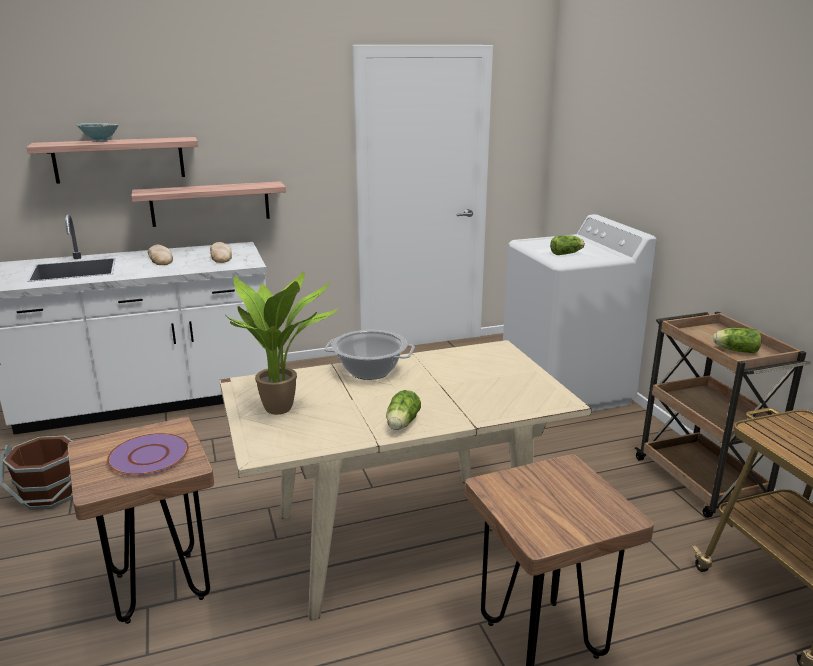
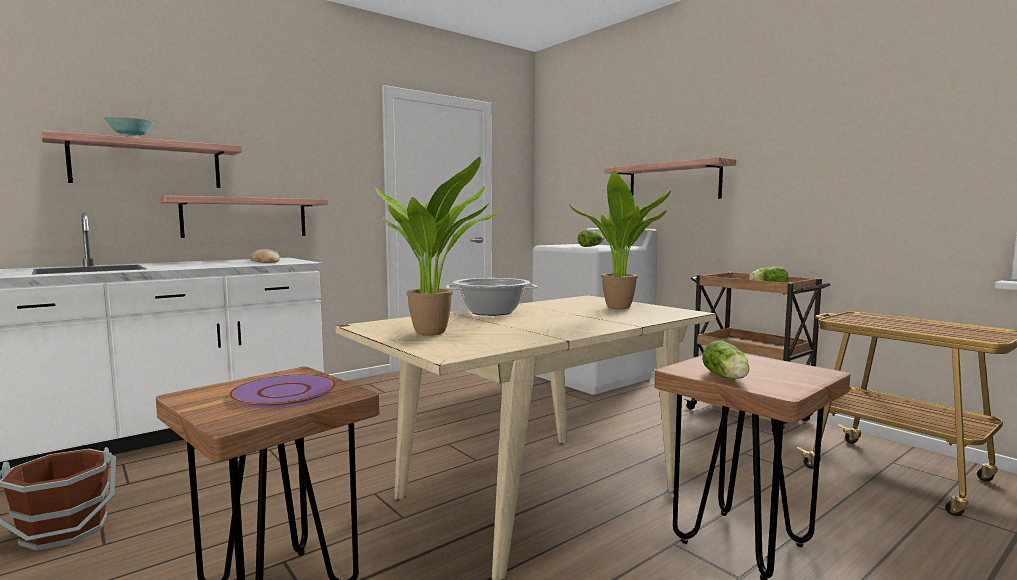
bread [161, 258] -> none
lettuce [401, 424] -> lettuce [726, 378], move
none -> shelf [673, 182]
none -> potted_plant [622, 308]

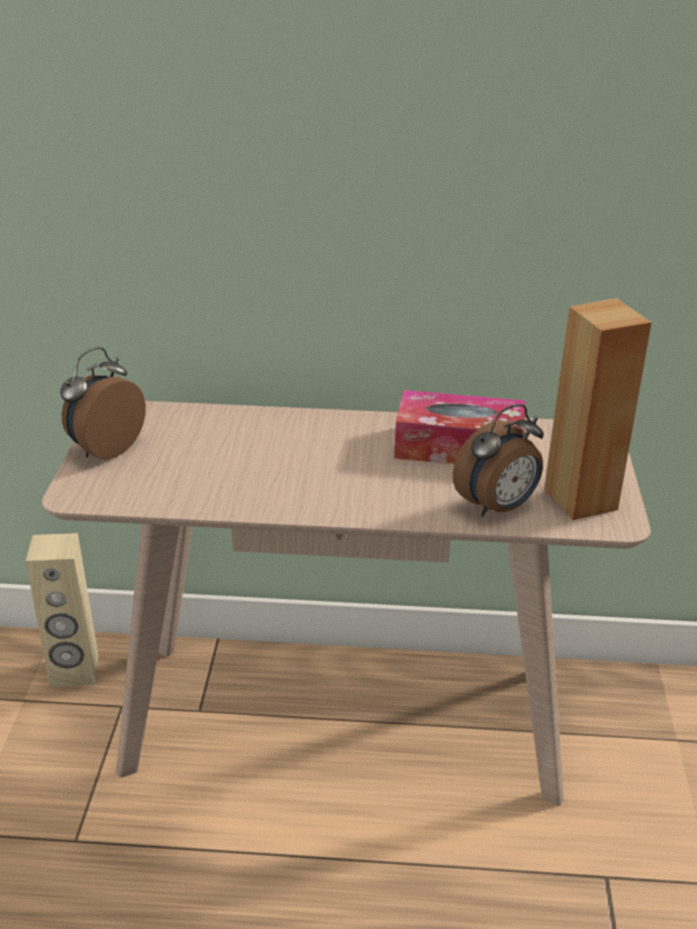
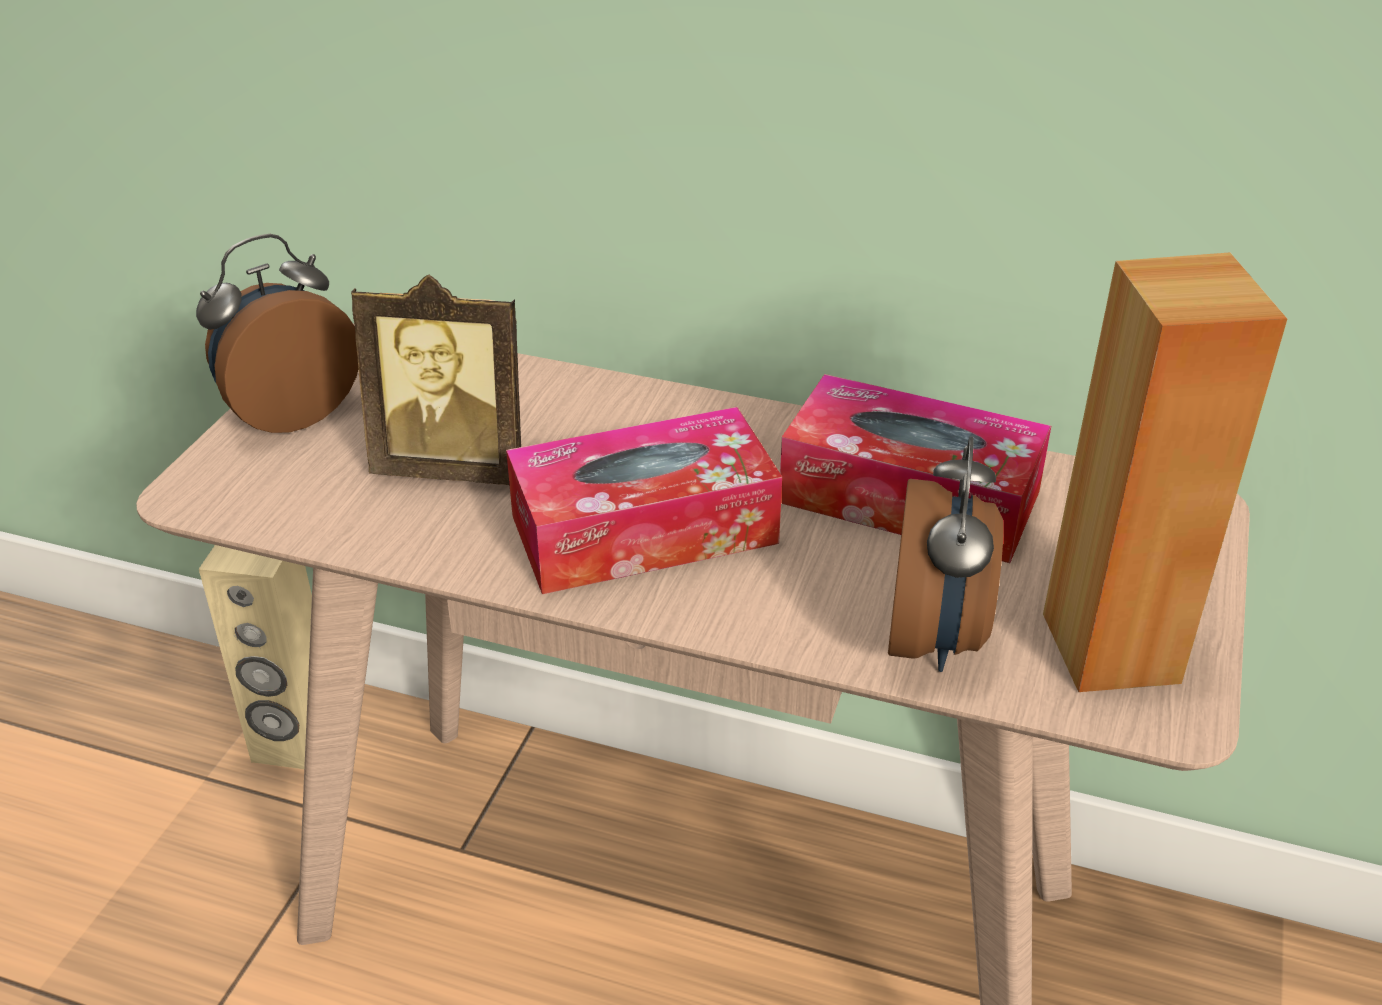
alarm_clock [498, 507] -> alarm_clock [937, 638], 60 degrees counterclockwise
none -> picture_frame [455, 465]
none -> tissue_box [644, 530]

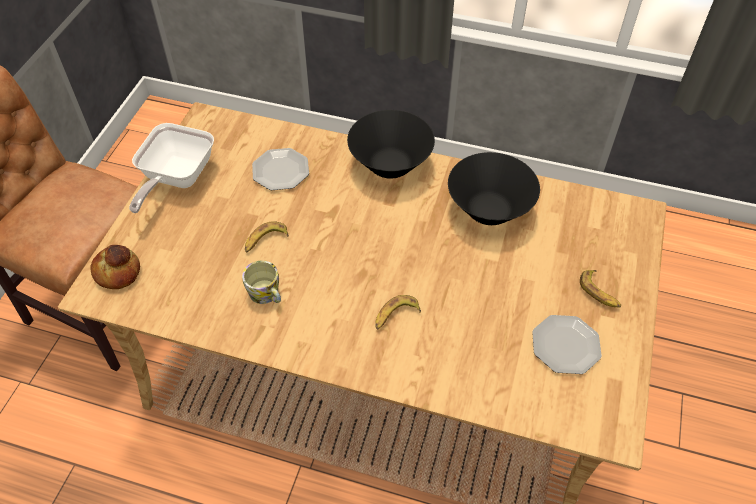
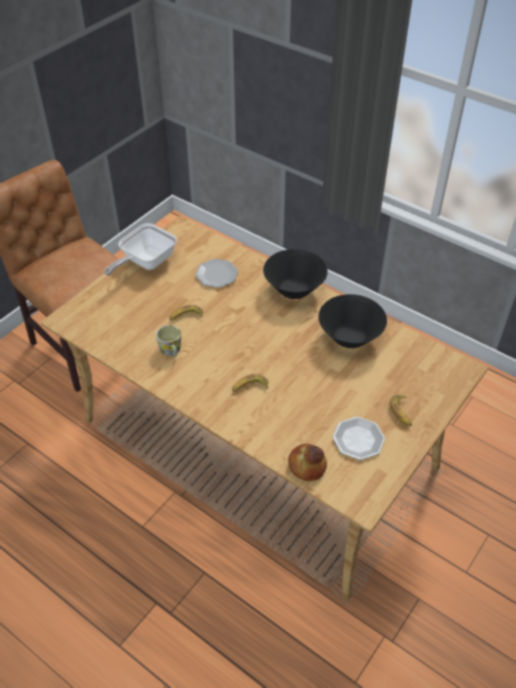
bread [117, 272] -> bread [306, 465], move

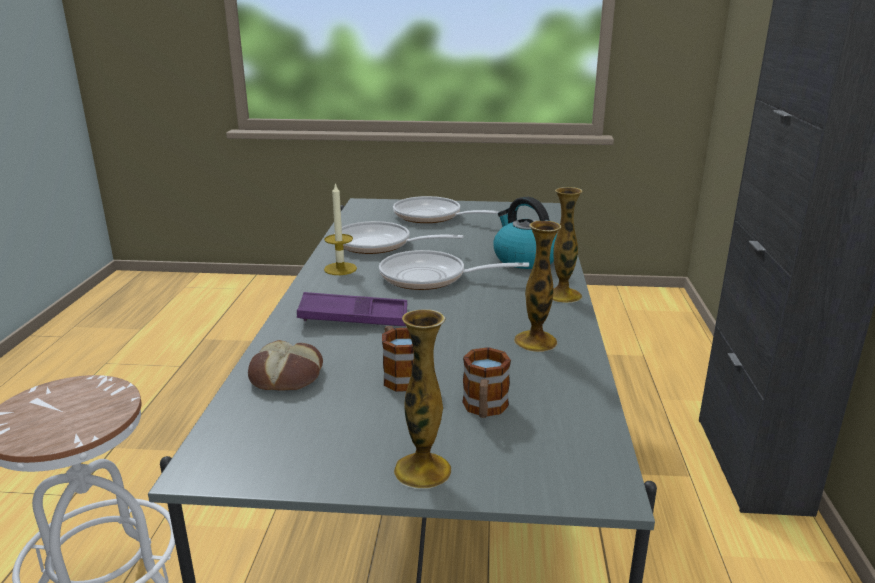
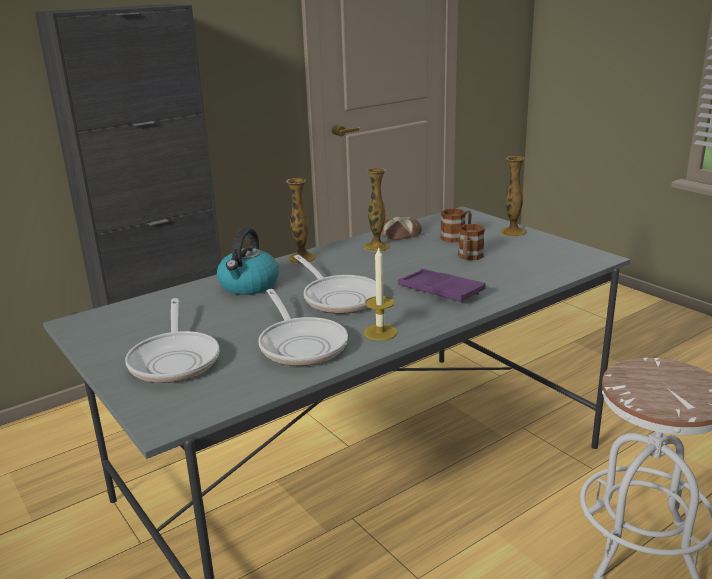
bread [288, 375] -> bread [400, 234], move

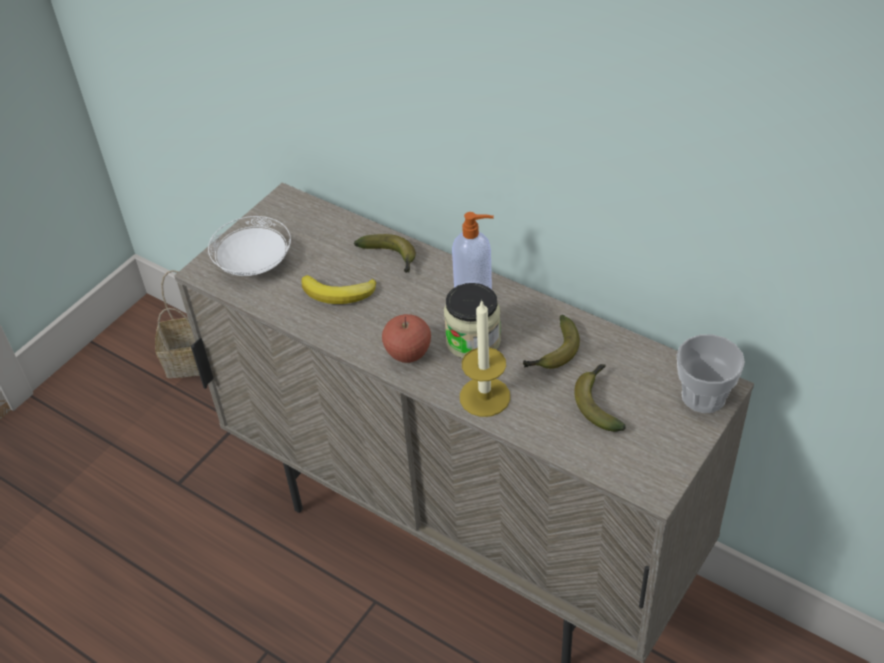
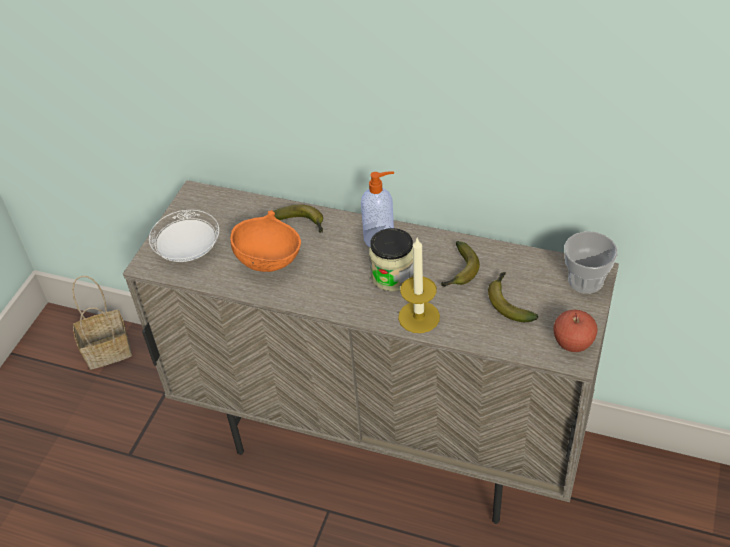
banana [339, 293] -> orange_bowl [269, 260]
apple [408, 354] -> apple [573, 343], move

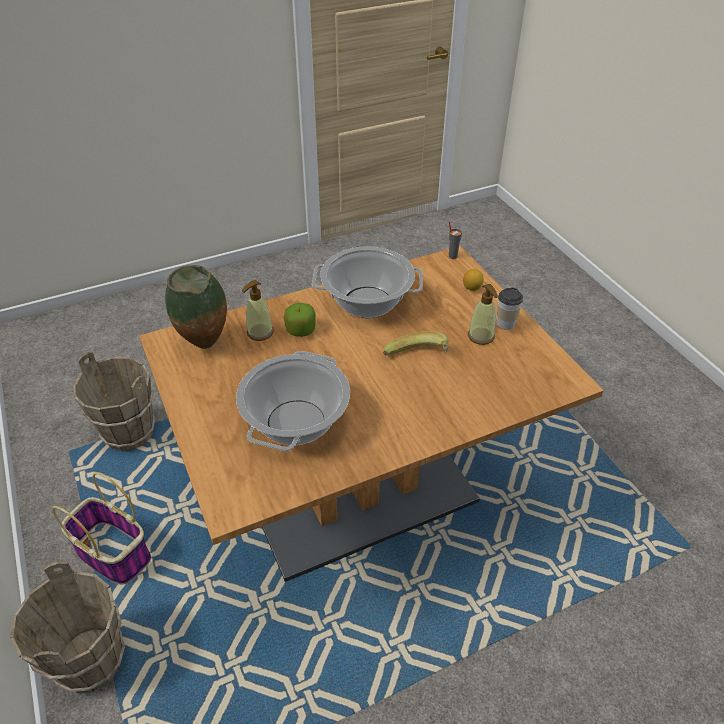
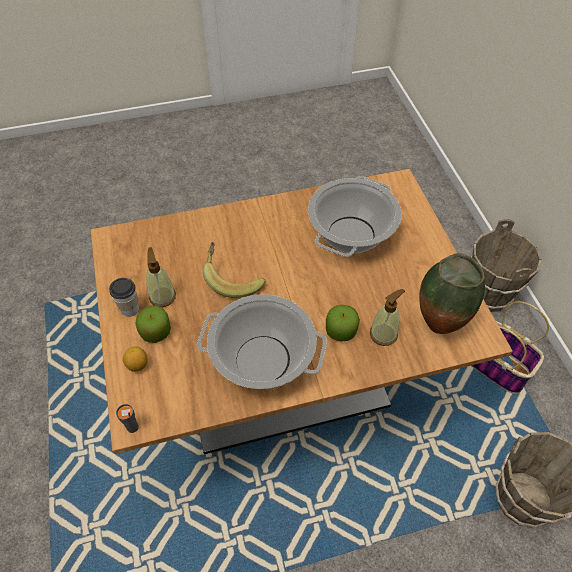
none -> apple [156, 332]

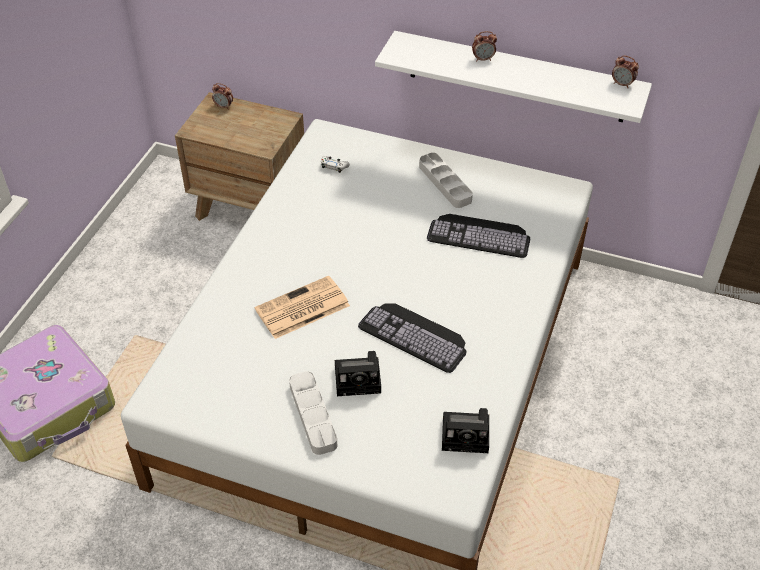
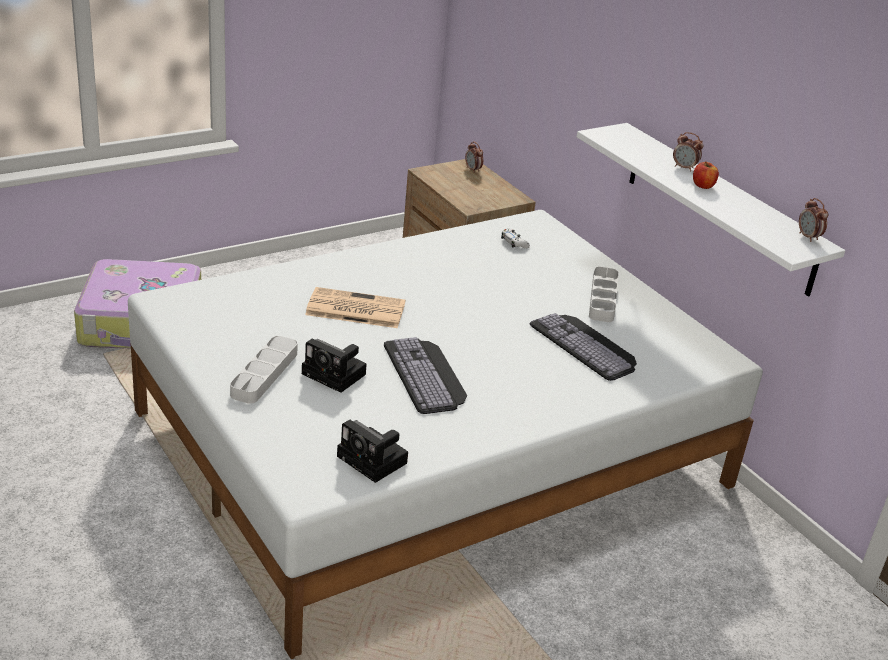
none -> apple [703, 186]

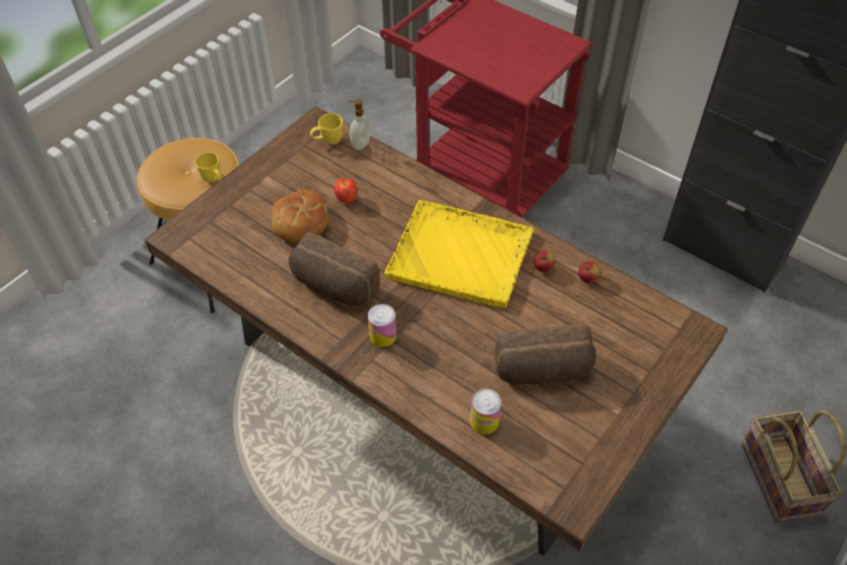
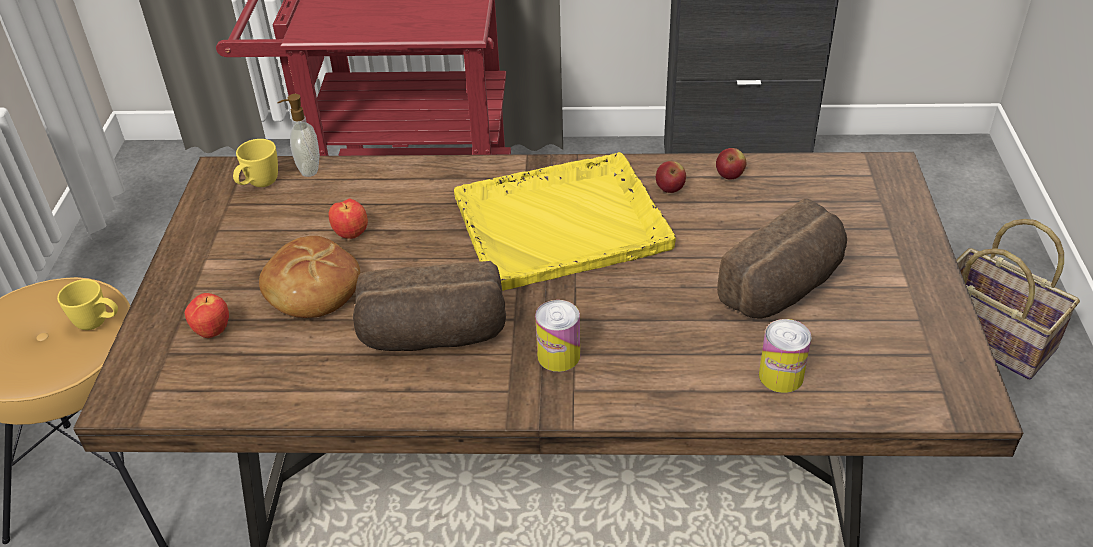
none -> apple [213, 331]

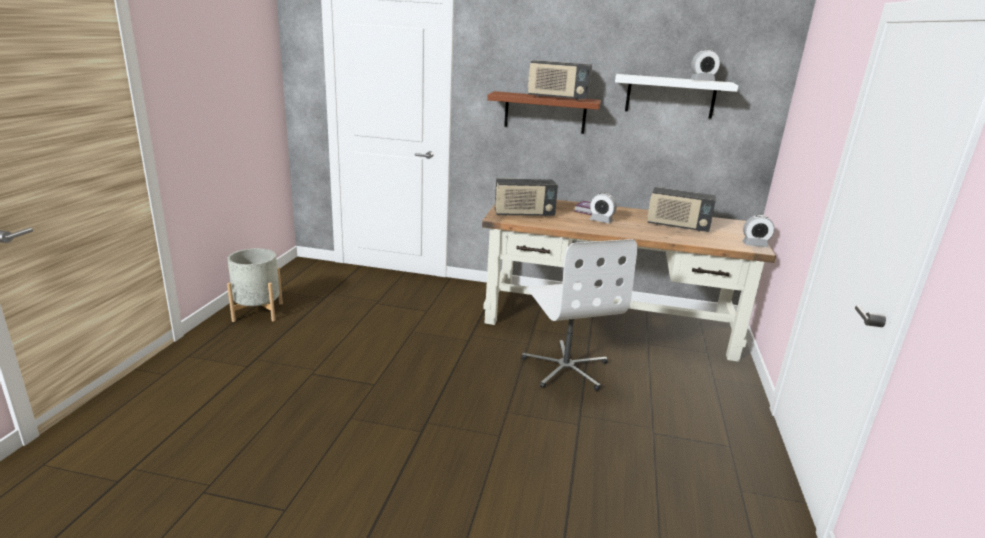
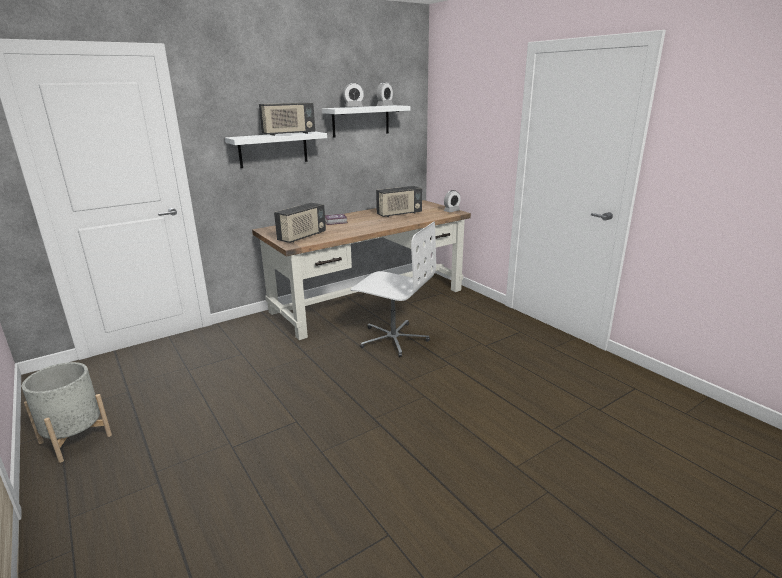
brown_shelf [545, 112] -> white_shelf [273, 149]
alarm_clock [601, 221] -> alarm_clock [354, 107], move

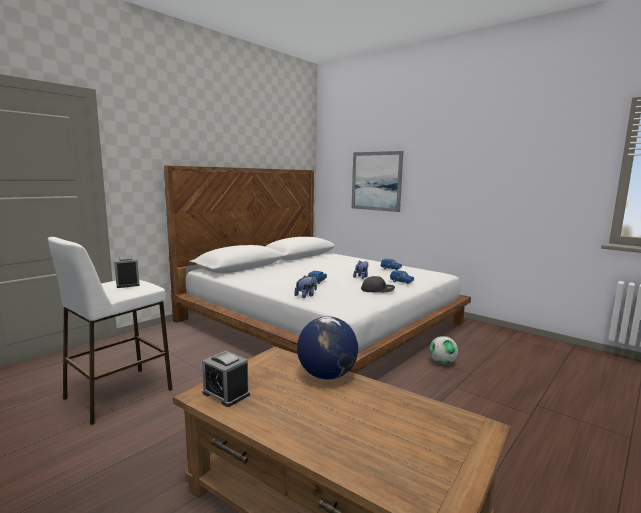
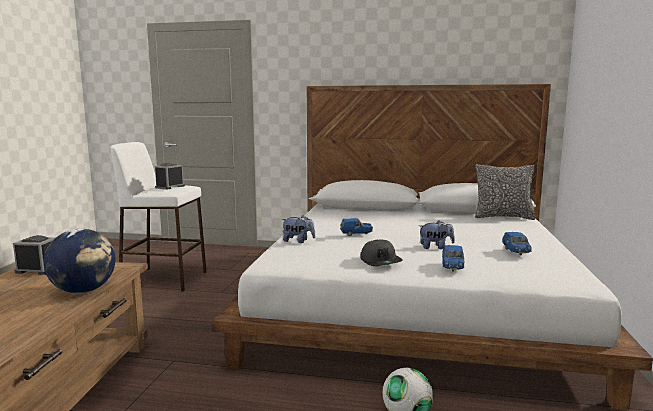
picture [376, 181] -> none
alarm_clock [226, 394] -> alarm_clock [38, 270], 90 degrees clockwise
none -> pillow [503, 217]

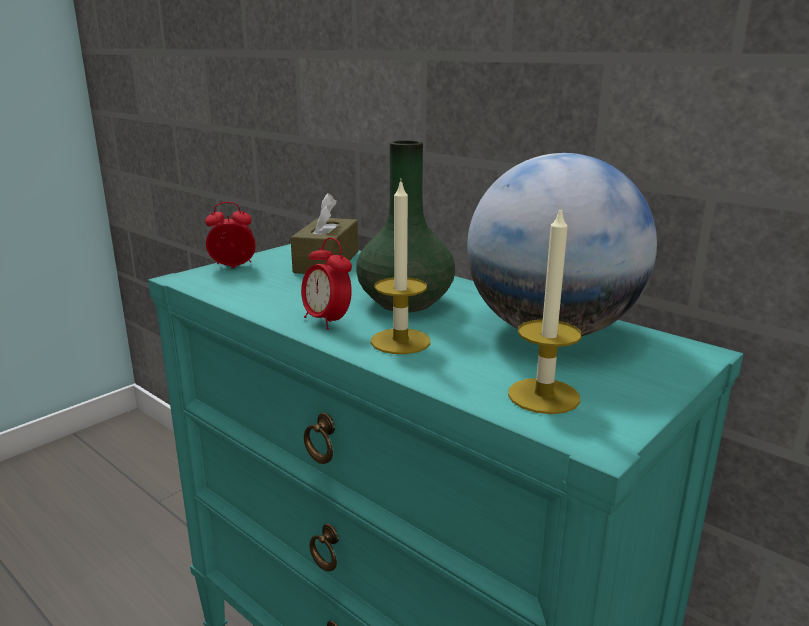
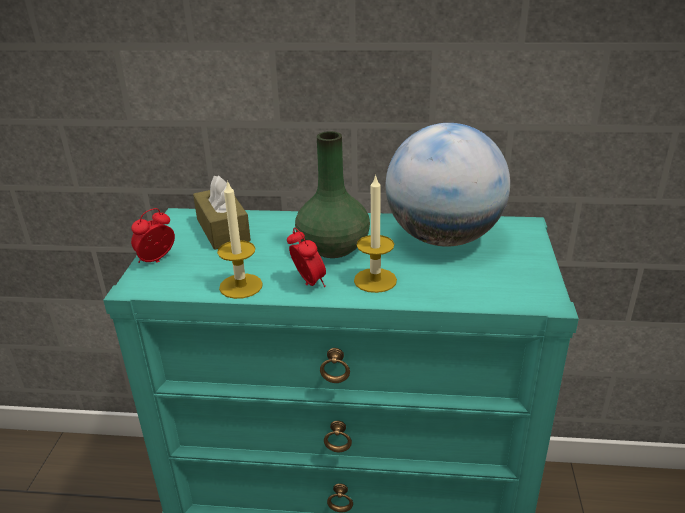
candle [543, 396] -> candle [241, 286], move
alarm_clock [327, 321] -> alarm_clock [308, 283], 135 degrees counterclockwise

